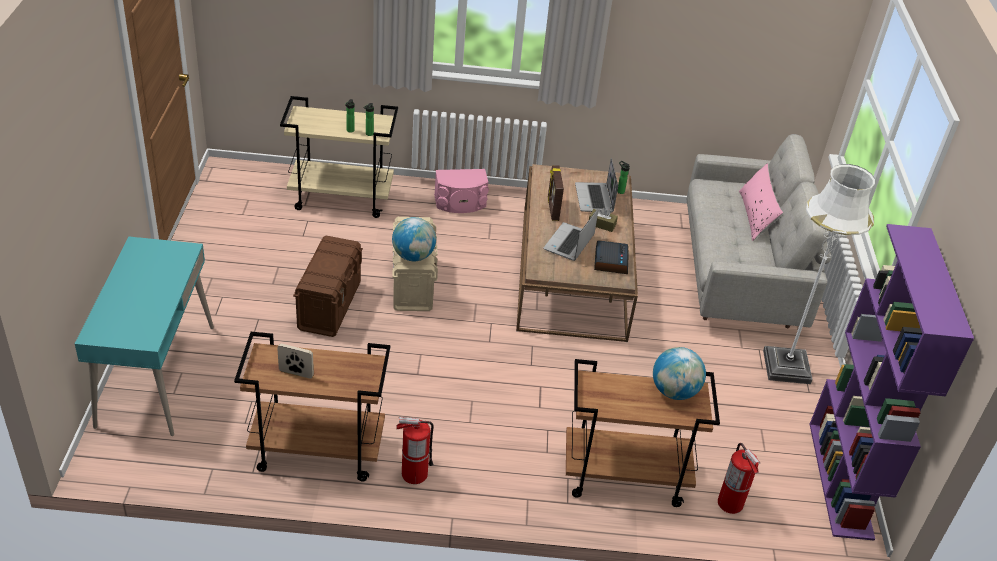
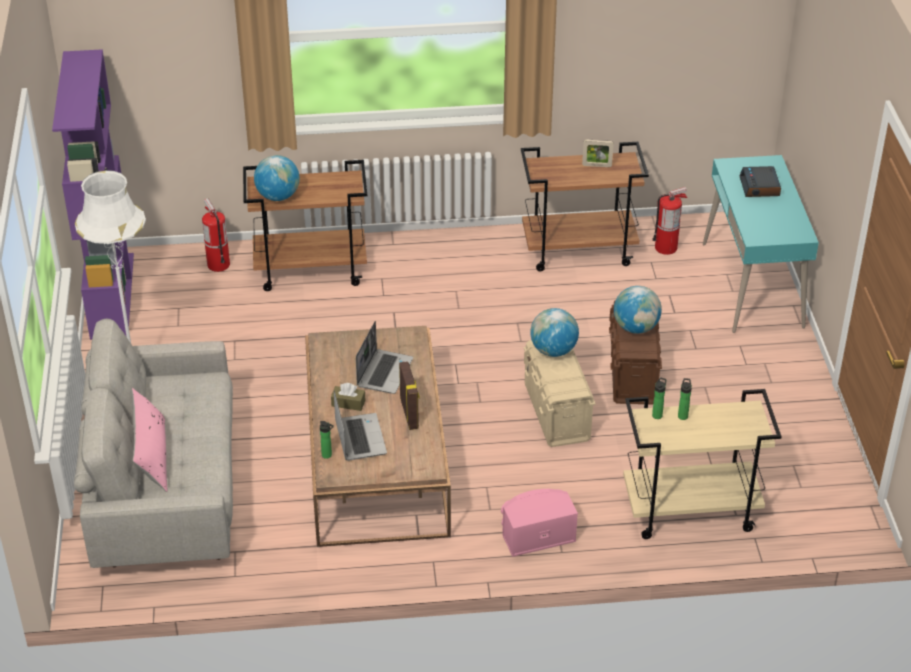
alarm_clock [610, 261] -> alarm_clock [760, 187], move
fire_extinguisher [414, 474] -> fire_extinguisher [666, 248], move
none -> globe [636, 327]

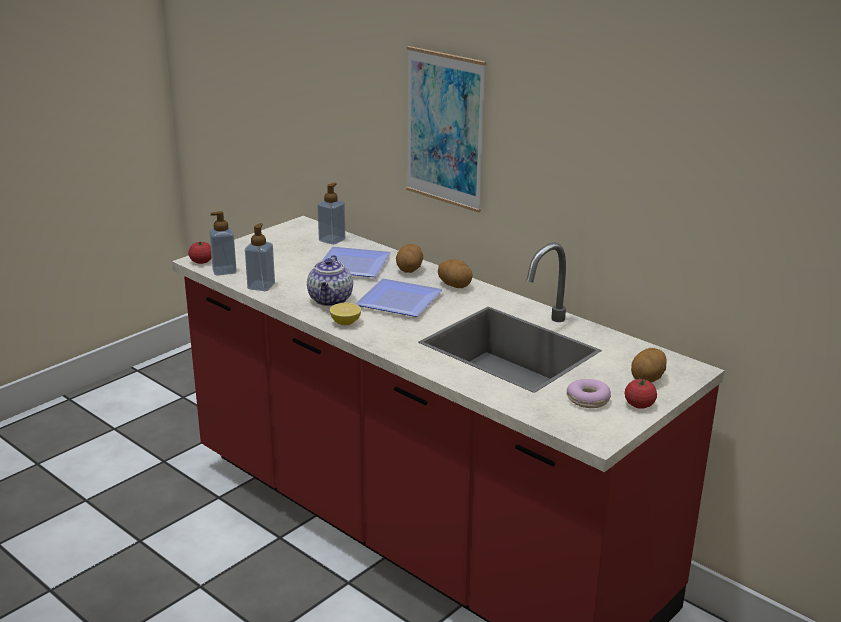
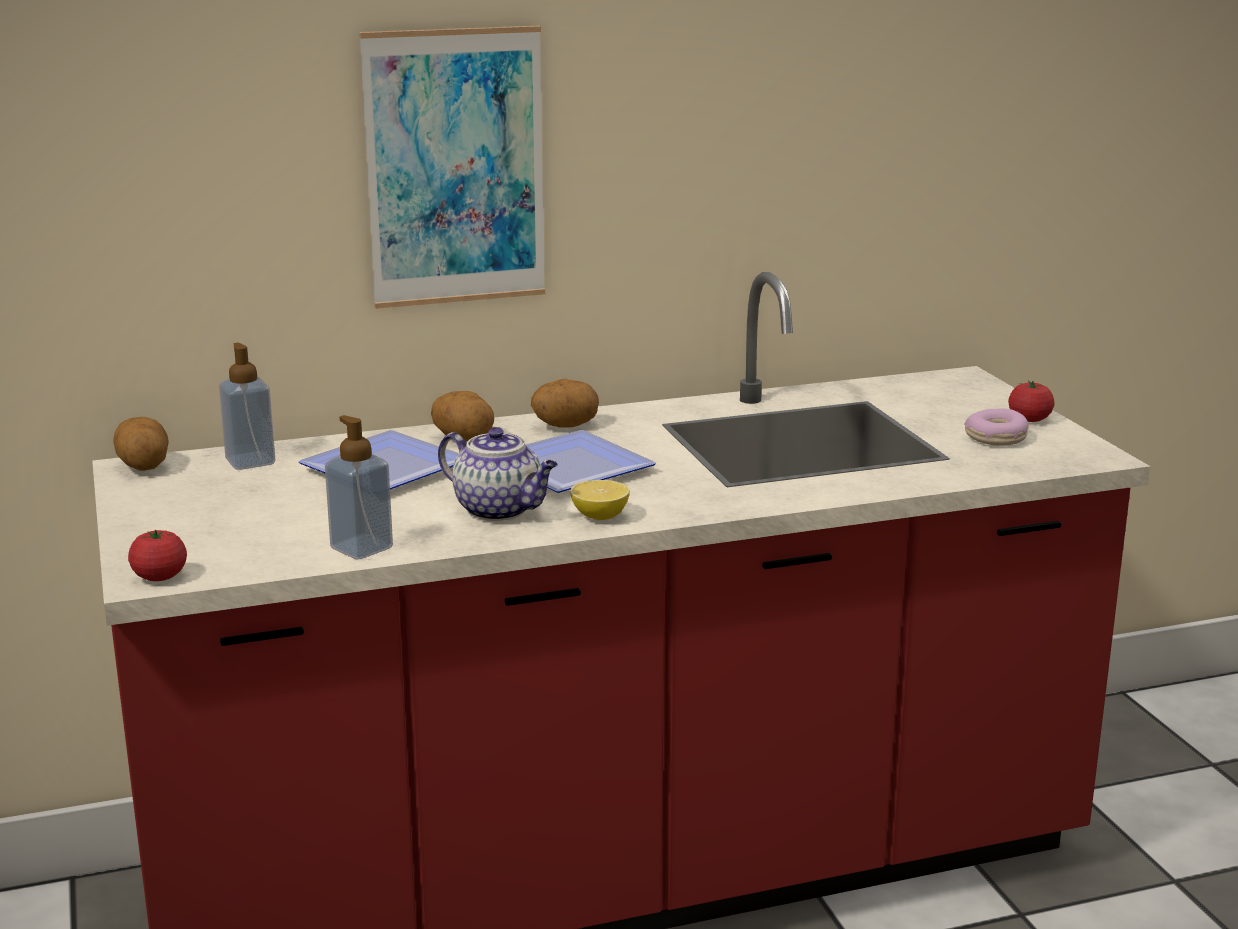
soap_dispenser [224, 271] -> none
potato [647, 379] -> potato [144, 467], move

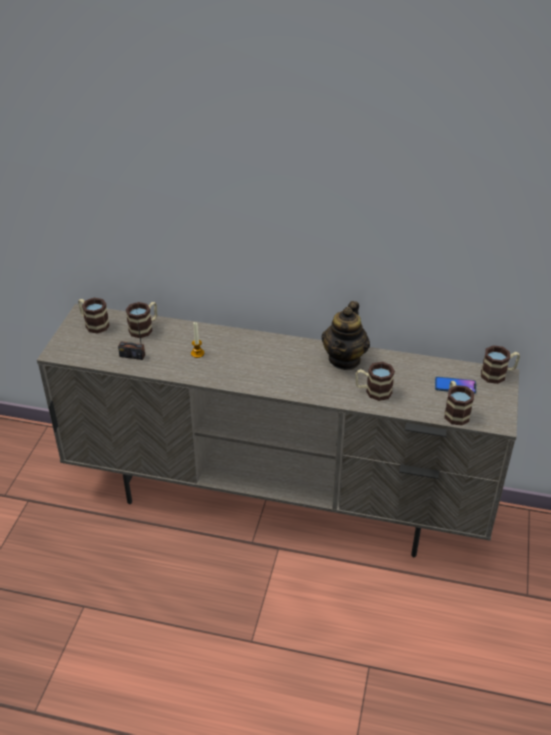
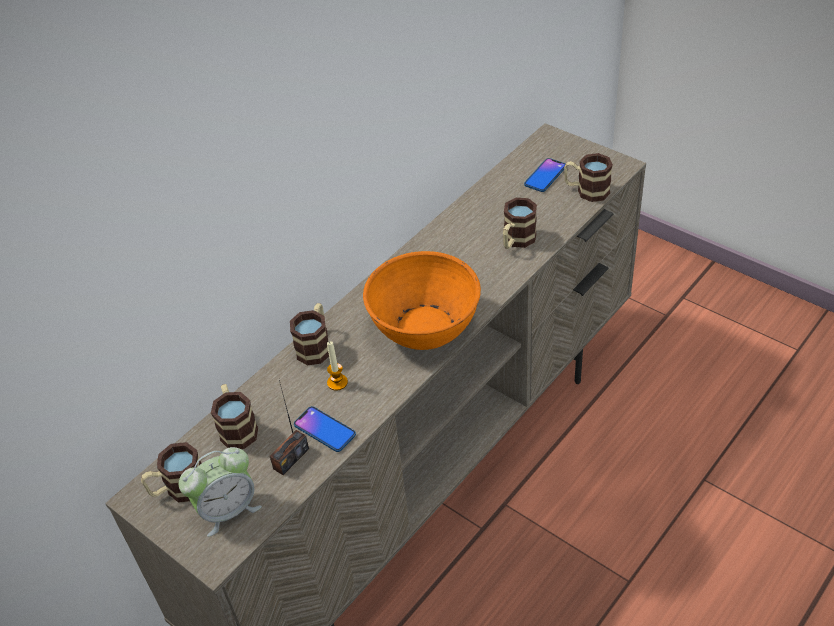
teapot [345, 359] -> none
mug [498, 374] -> mug [316, 345], move
none -> orange_bowl [425, 327]
none -> phone [324, 430]
none -> alarm_clock [228, 510]

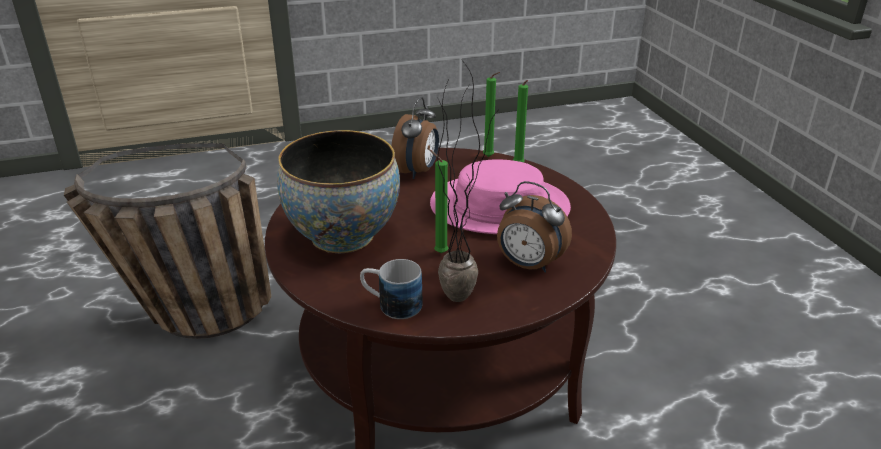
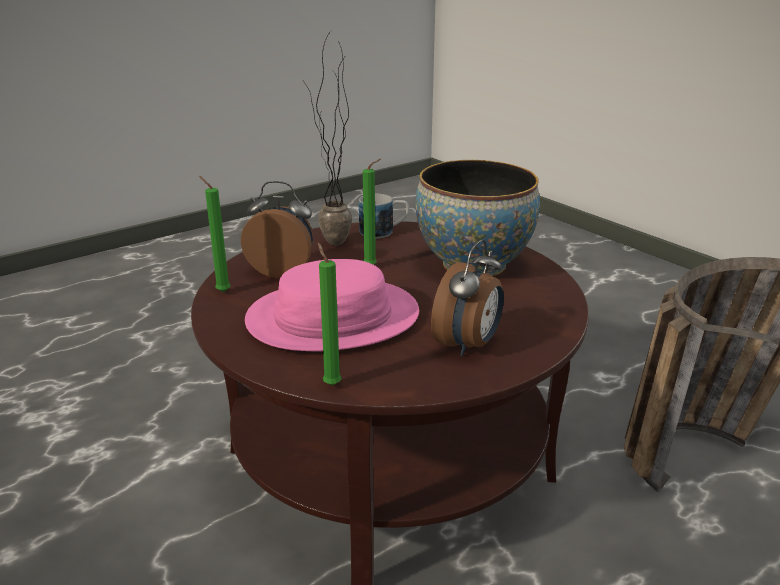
green_candle [489, 157] -> green_candle [221, 291], move
alarm_clock [417, 171] -> alarm_clock [468, 345], 150 degrees counterclockwise

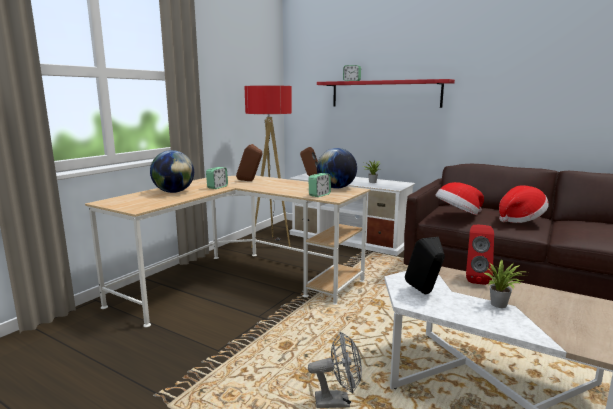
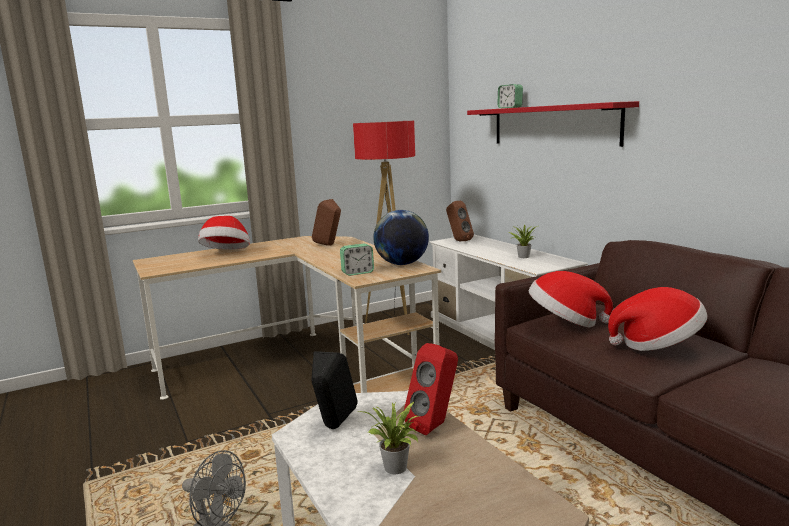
globe [174, 192] -> hat [227, 253]
alarm_clock [217, 187] -> none

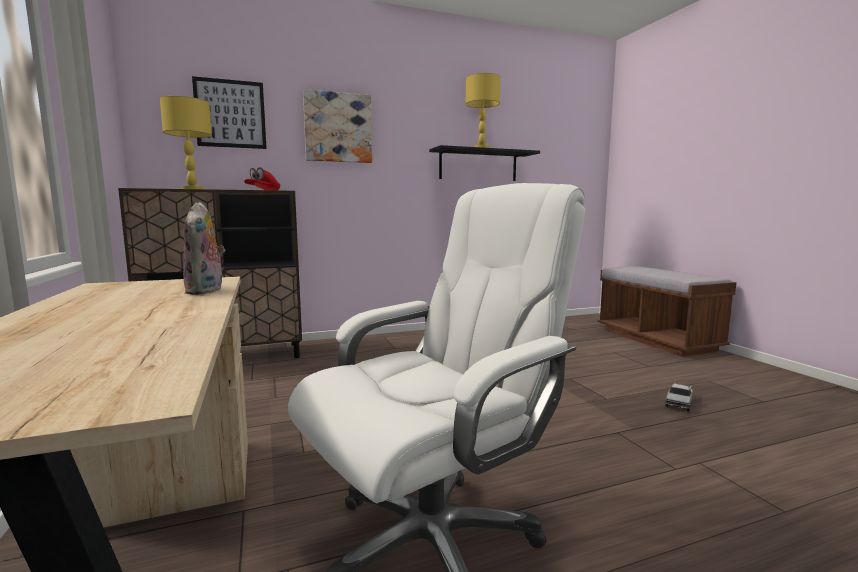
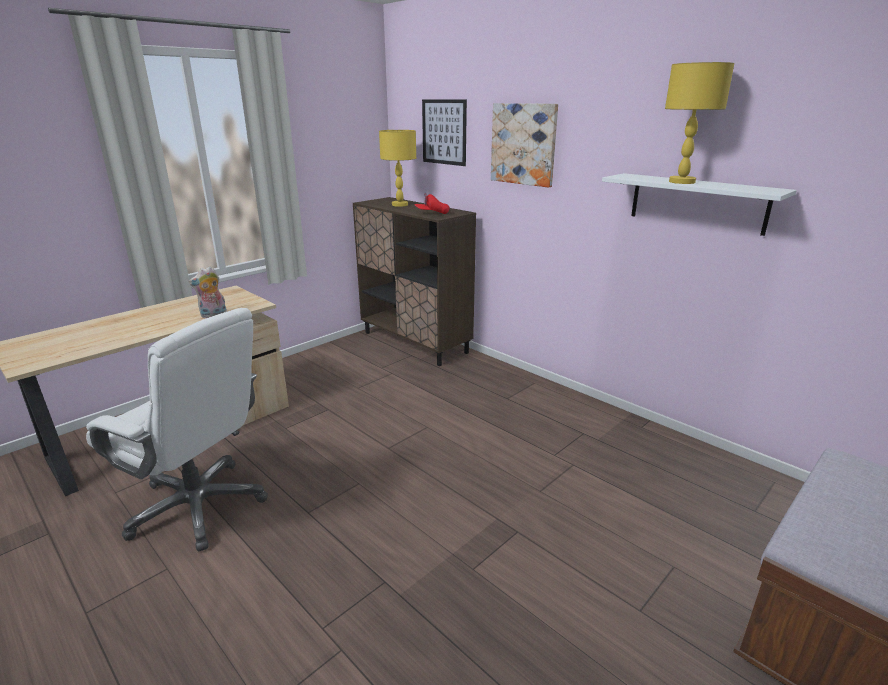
black_shelf [478, 165] -> white_shelf [697, 203]
toy_truck [679, 402] -> none

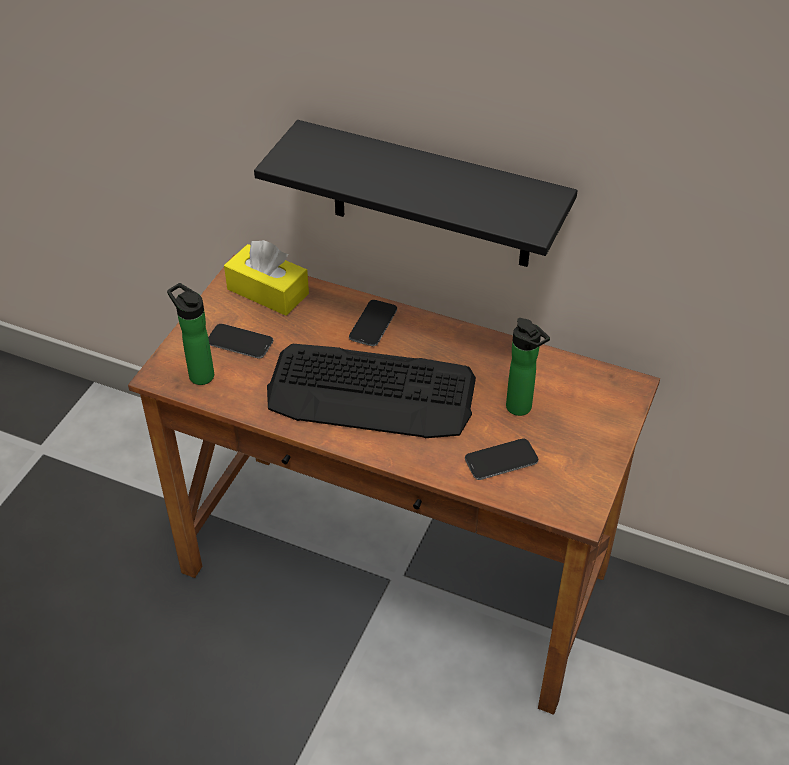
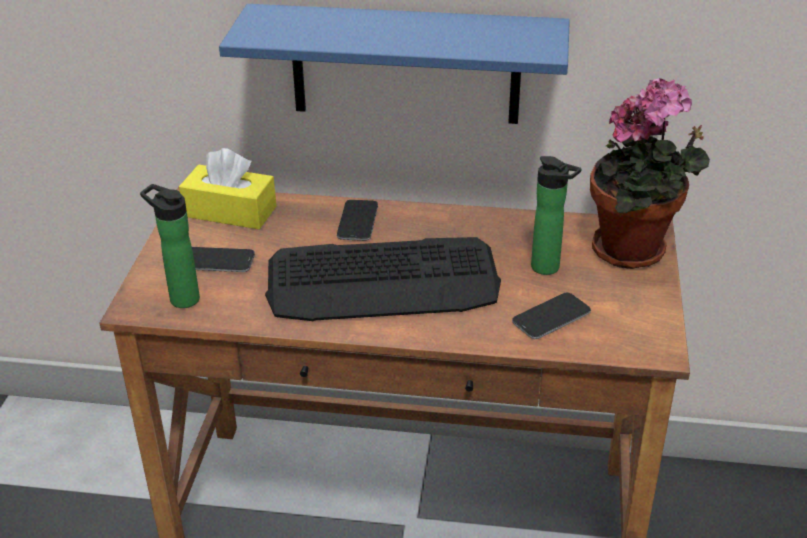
black_shelf [431, 196] -> blue_shelf [405, 64]
none -> potted_plant [635, 252]

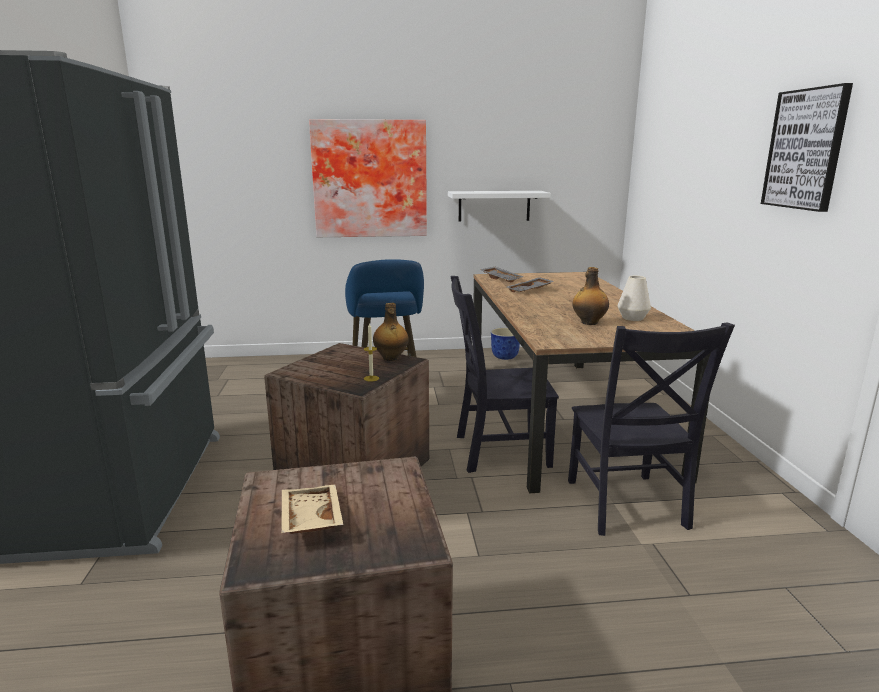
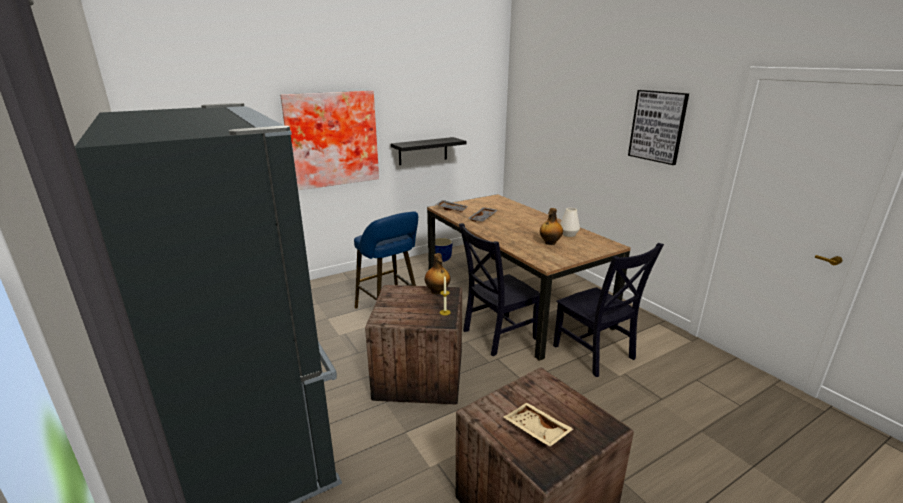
white_shelf [494, 206] -> black_shelf [423, 151]

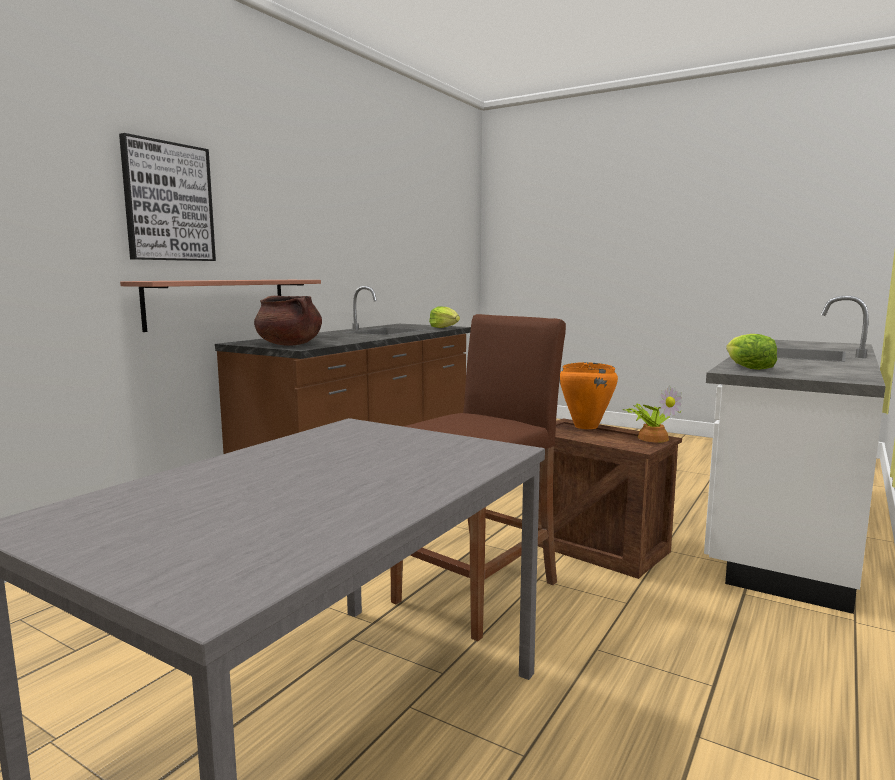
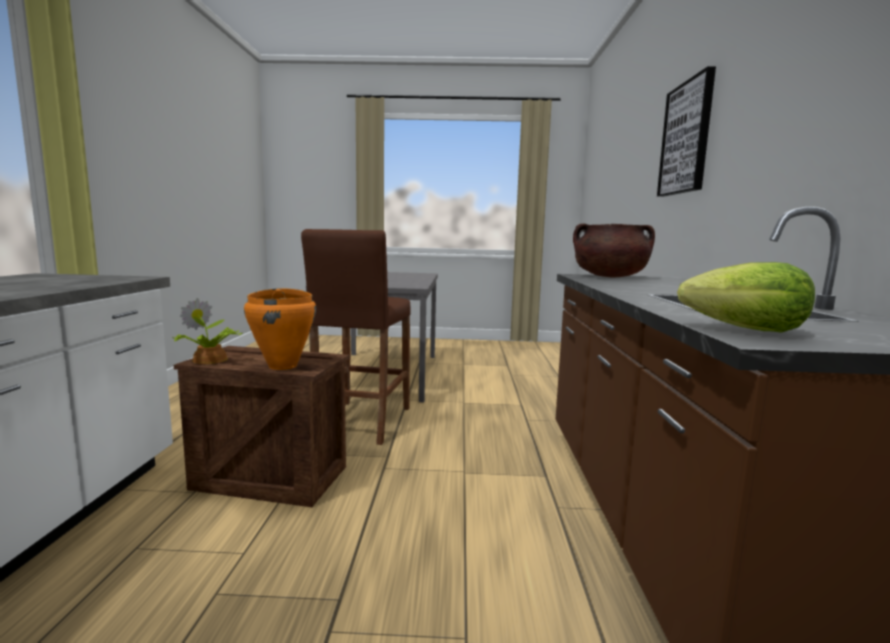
shelf [218, 303] -> none
lettuce [748, 368] -> none

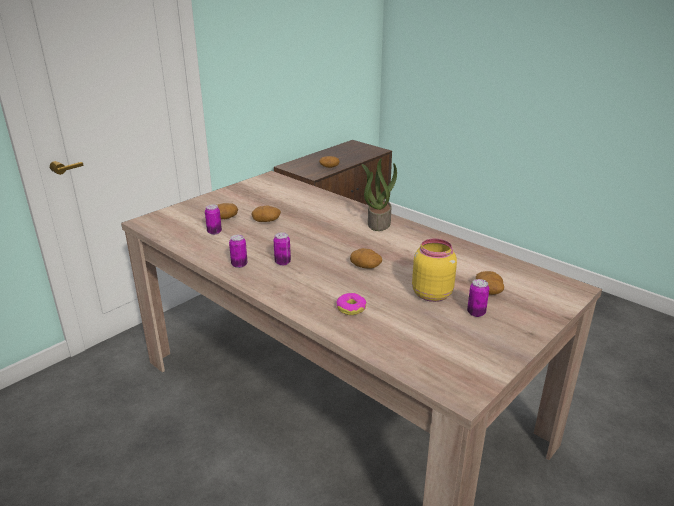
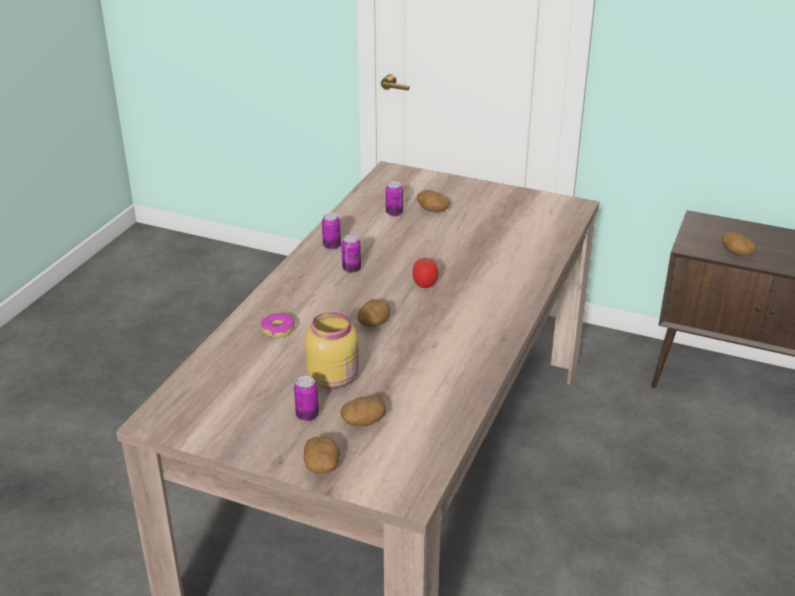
potted_plant [378, 223] -> none
potato [266, 221] -> potato [322, 465], move
none -> tomato [425, 285]

